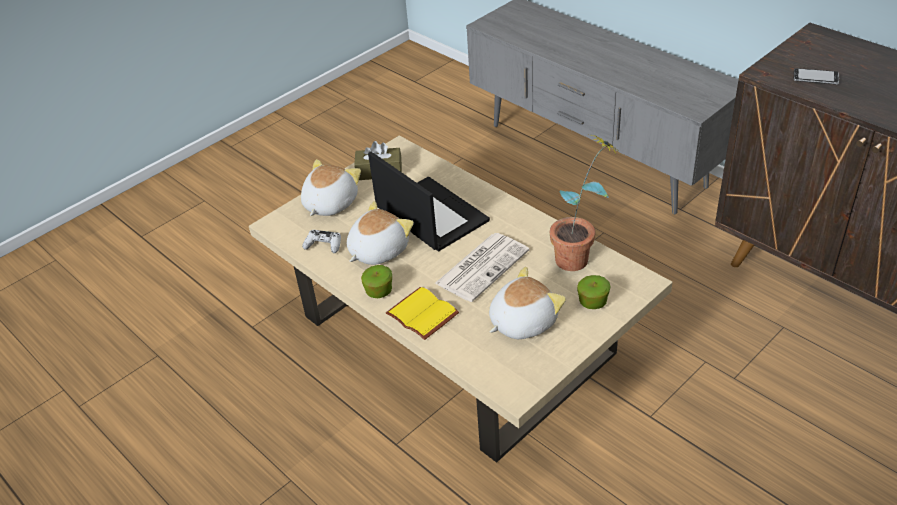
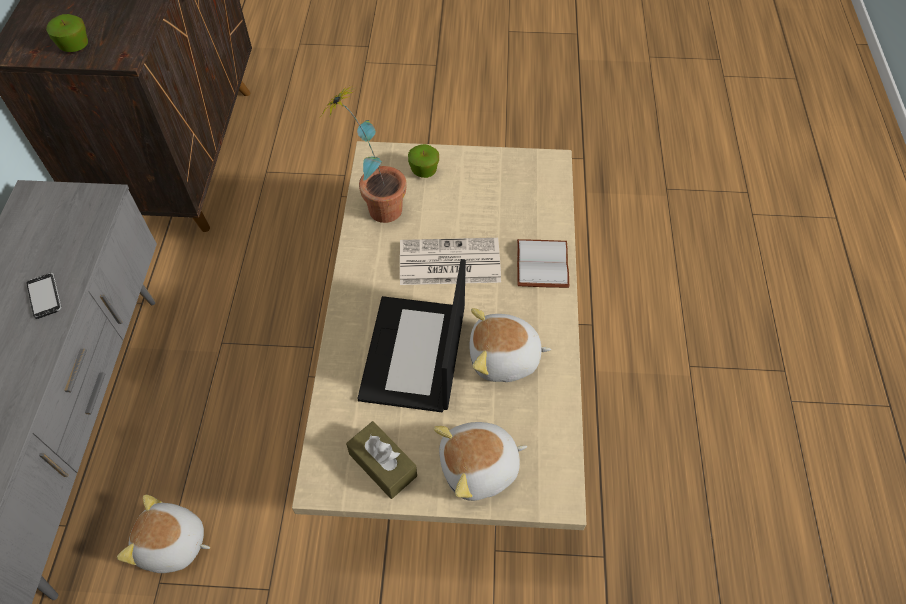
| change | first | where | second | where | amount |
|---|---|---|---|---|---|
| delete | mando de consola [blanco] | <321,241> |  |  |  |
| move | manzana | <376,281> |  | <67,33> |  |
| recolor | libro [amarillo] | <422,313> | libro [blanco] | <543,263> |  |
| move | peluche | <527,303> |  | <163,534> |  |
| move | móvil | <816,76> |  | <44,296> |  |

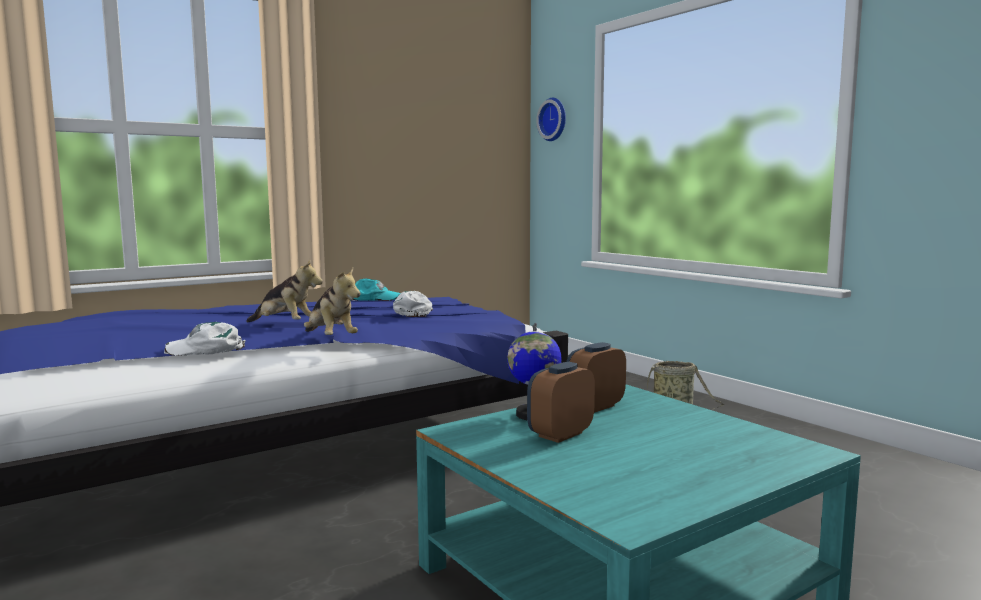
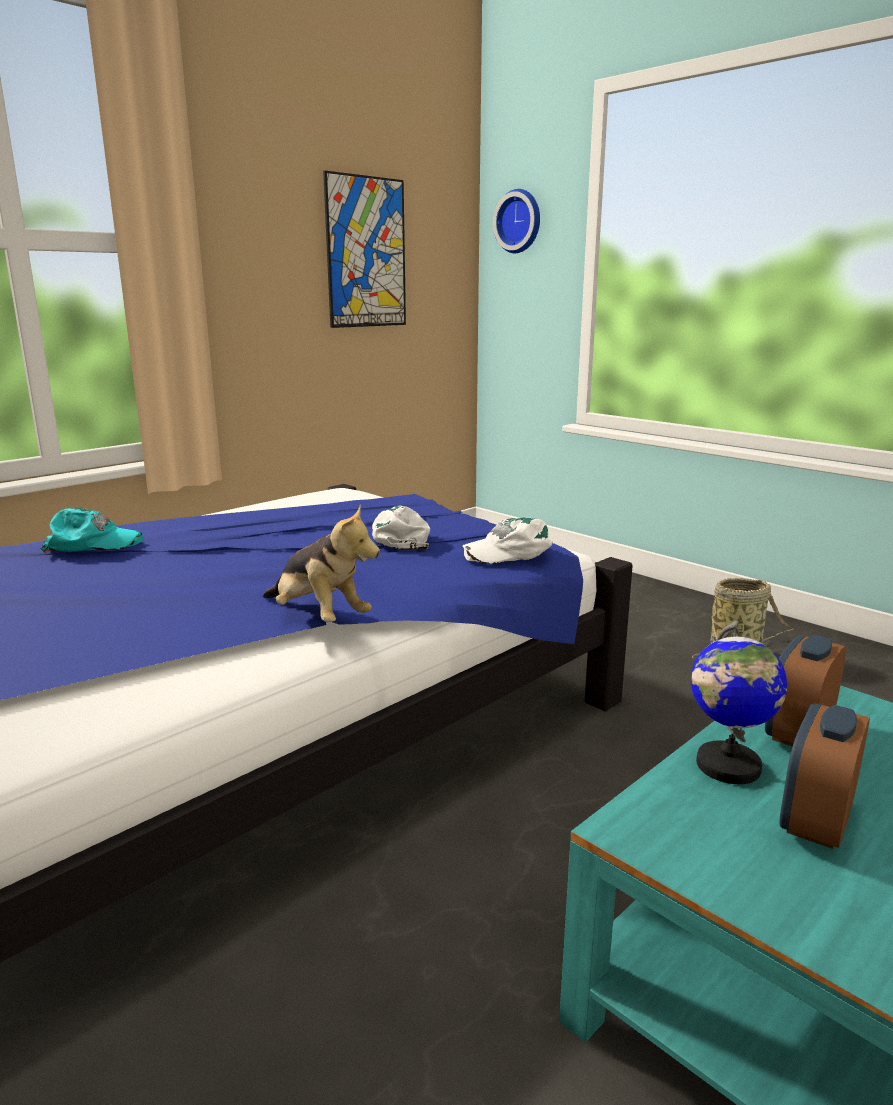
| change | first | where | second | where | amount |
|---|---|---|---|---|---|
| move | gorra [blanco] | <205,339> |  | <507,541> |  |
| delete | peluche | <284,290> |  |  |  |
| move | gorra [turquesa] | <375,289> |  | <92,530> |  |
| insert |  |  | cuadro | <364,249> |  |

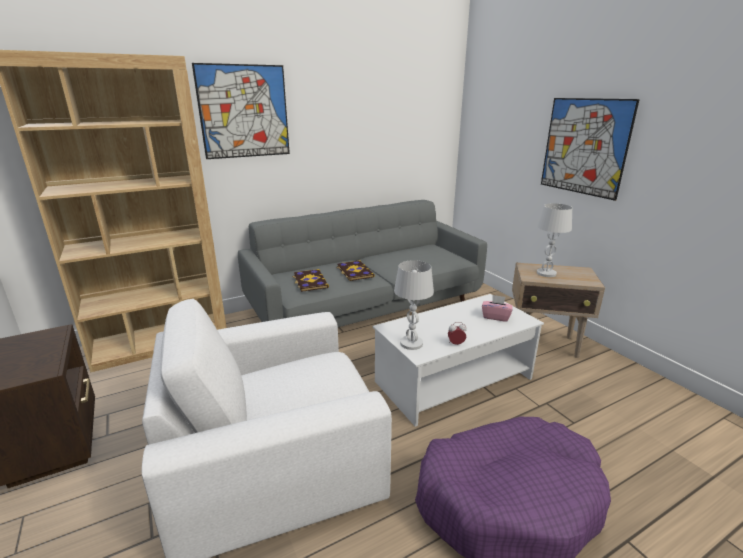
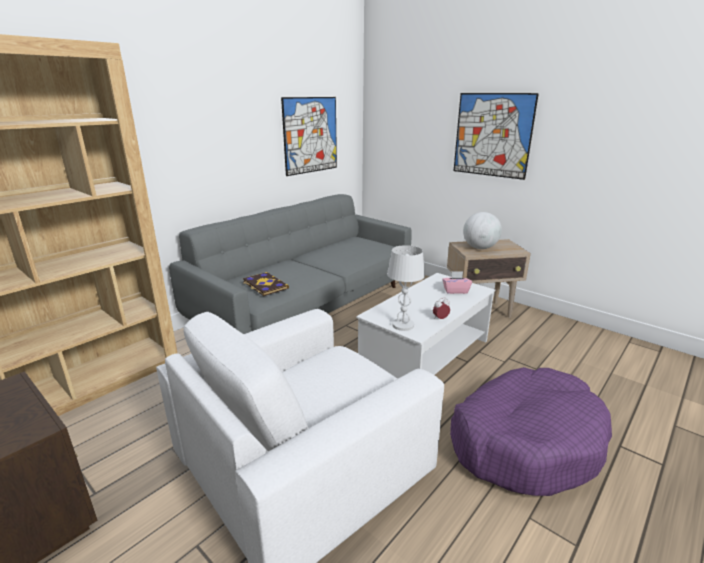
| change | first | where | second | where | amount |
|---|---|---|---|---|---|
| move | cuadro | <241,111> |  | <309,136> |  |
| delete | libro | <355,270> |  |  |  |
| replace | lámpara de mesa [blanco] | <554,240> | globo terráqueo | <482,230> |  |

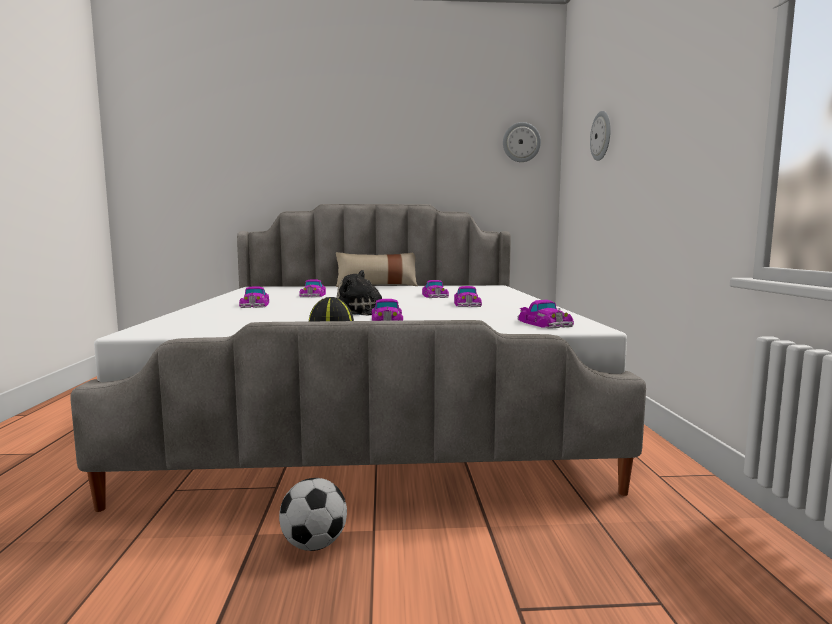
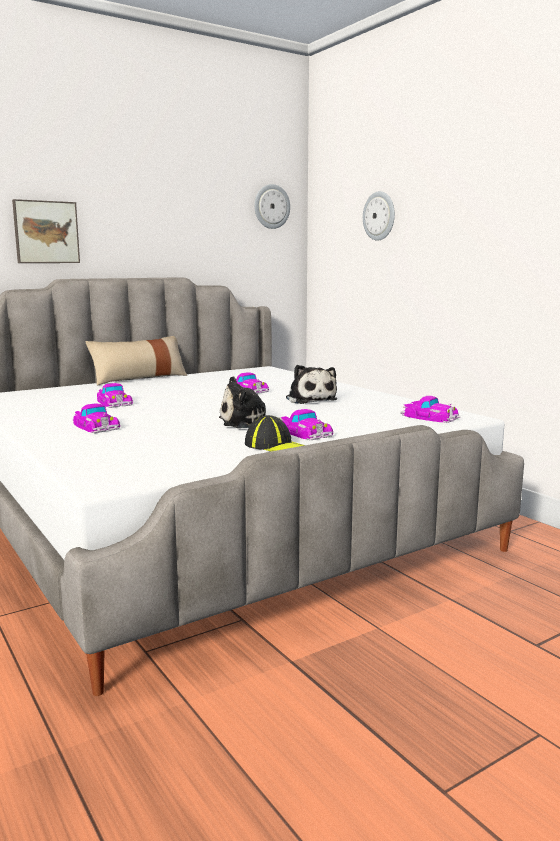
| change | first | where | second | where | amount |
|---|---|---|---|---|---|
| delete | balón de fútbol | <313,514> |  |  |  |
| replace | coche de juguete | <468,296> | peluche | <311,384> |  |
| insert |  |  | cuadro | <46,231> |  |

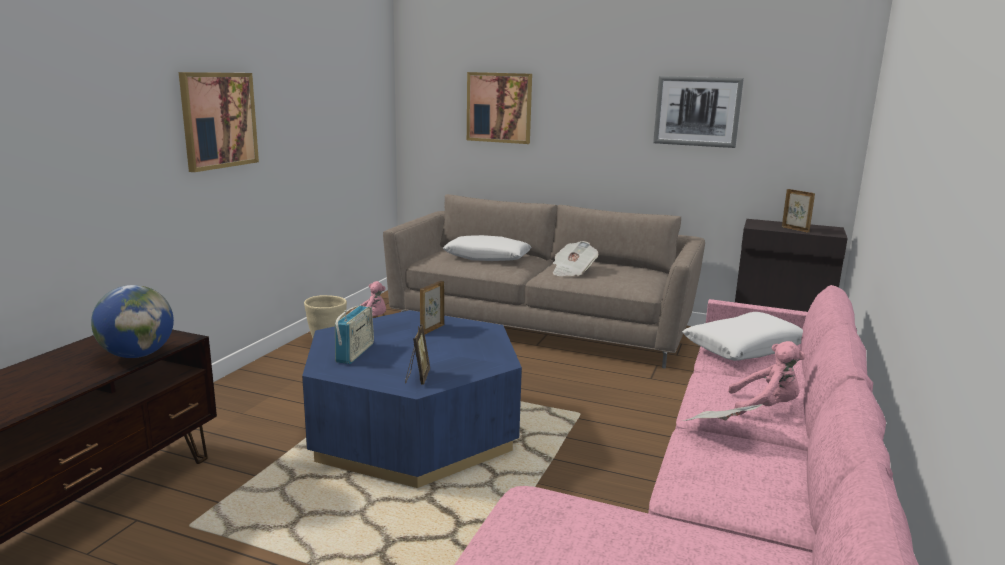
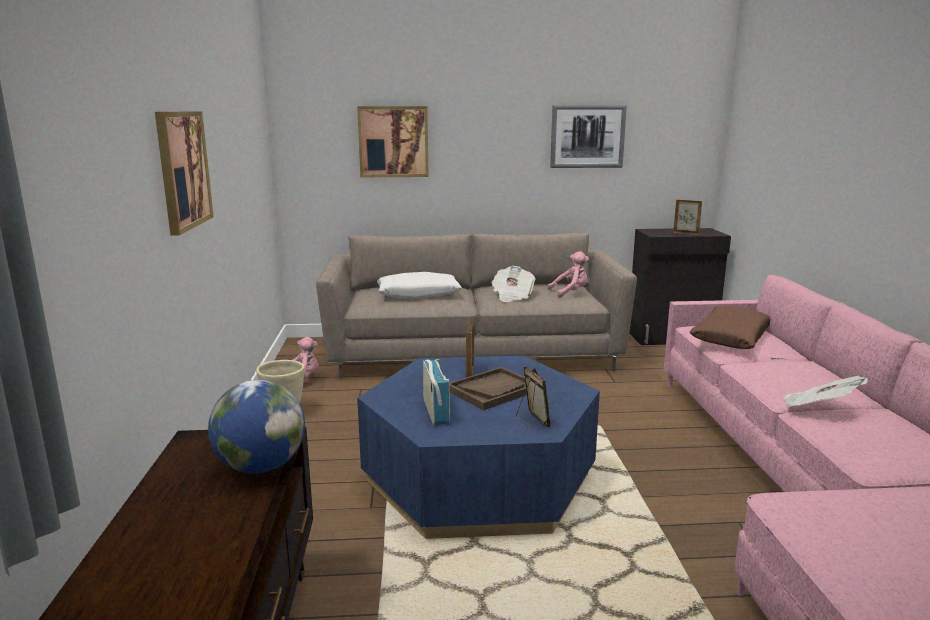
| change | first | where | second | where | amount |
|---|---|---|---|---|---|
| recolor | cojín [blanco] | <742,336> | cojín [marrón] | <730,327> |  |
| move | peluche [rosa] | <766,378> |  | <568,274> |  |
| insert |  |  | bandeja [marrón] | <488,388> |  |

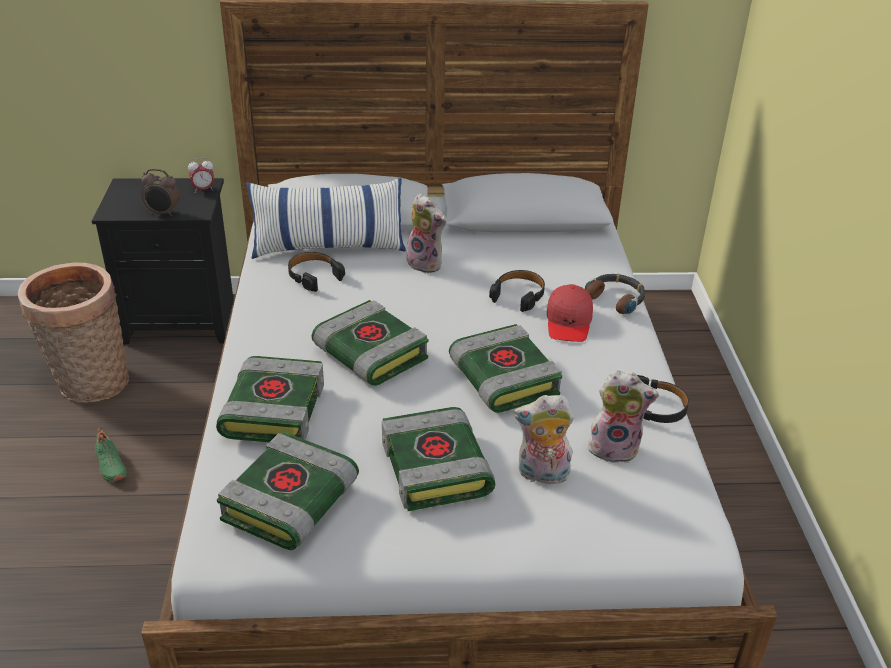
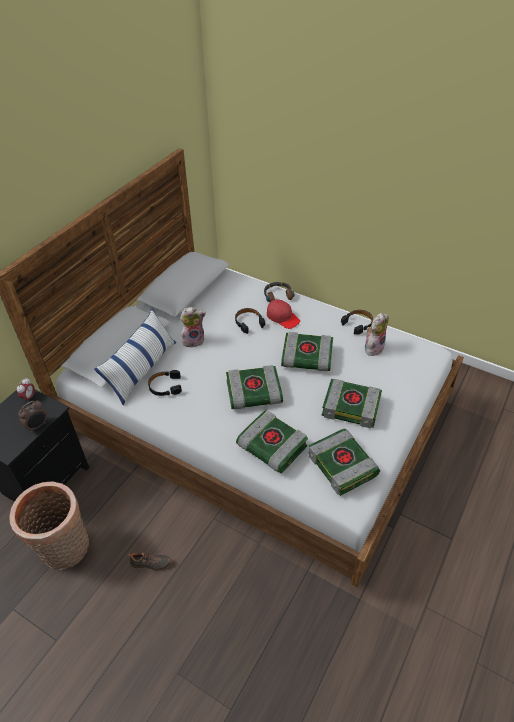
| change | first | where | second | where | amount |
|---|---|---|---|---|---|
| recolor | zapato [verde] | <111,455> | zapato [negro] | <149,562> |  |
| delete | peluche | <544,441> |  |  |  |

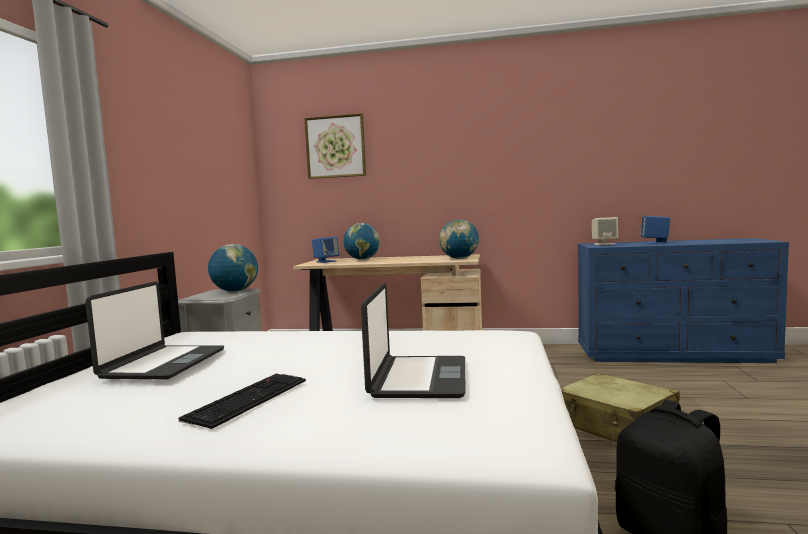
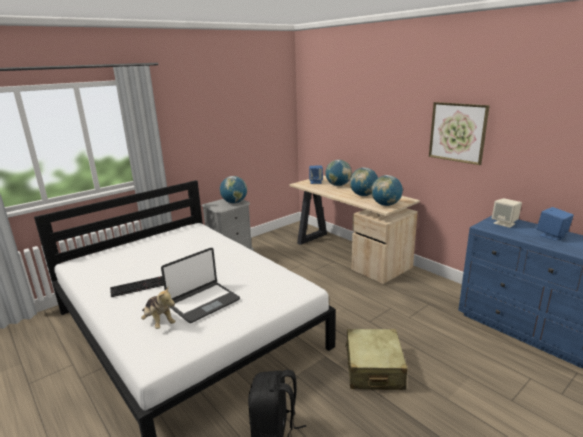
| change | first | where | second | where | amount |
|---|---|---|---|---|---|
| delete | portátil | <154,330> |  |  |  |
| move | cuadro | <335,146> |  | <459,133> |  |
| insert |  |  | peluche | <158,307> |  |
| insert |  |  | globo terráqueo | <364,181> |  |

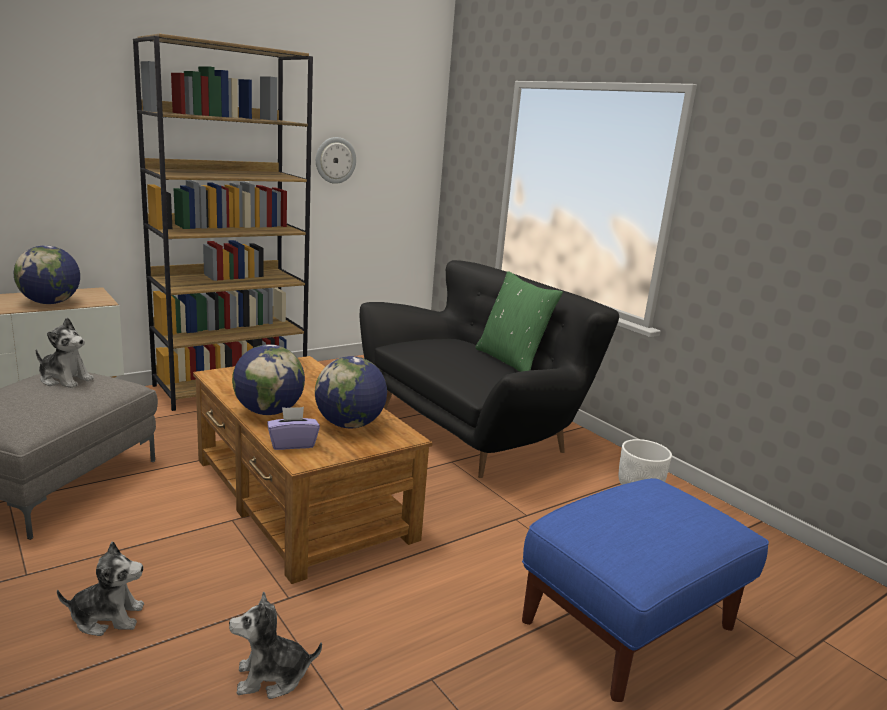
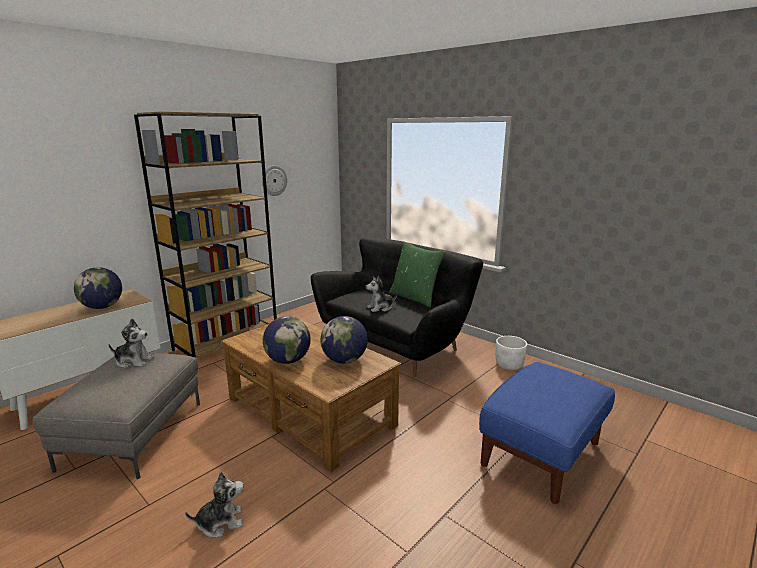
| change | first | where | second | where | amount |
|---|---|---|---|---|---|
| move | peluche | <275,645> |  | <381,294> |  |
| delete | caja de pañuelos [morado] | <293,428> |  |  |  |

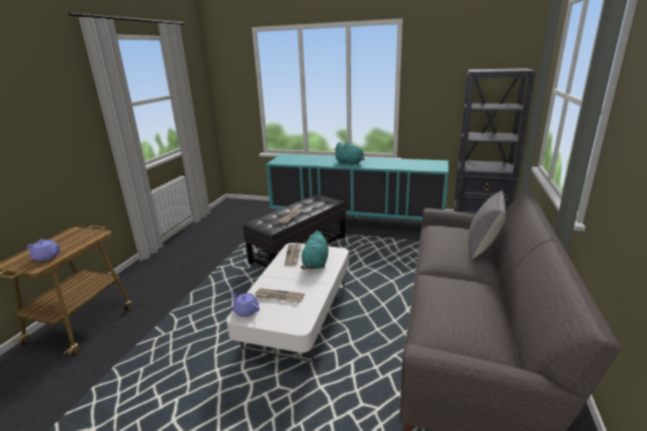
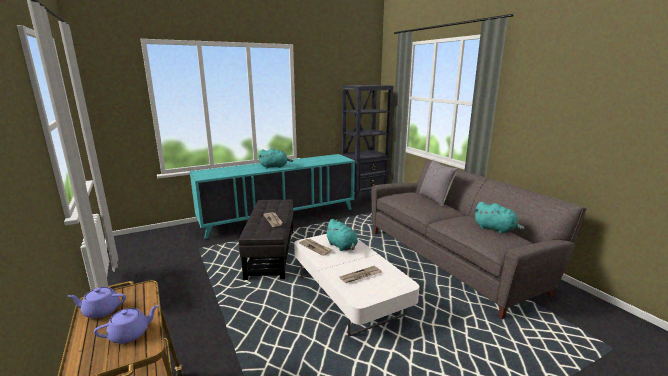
| change | first | where | second | where | amount |
|---|---|---|---|---|---|
| move | tetera [morado] | <244,304> |  | <97,302> |  |
| insert |  |  | peluche [turquesa] | <499,218> |  |

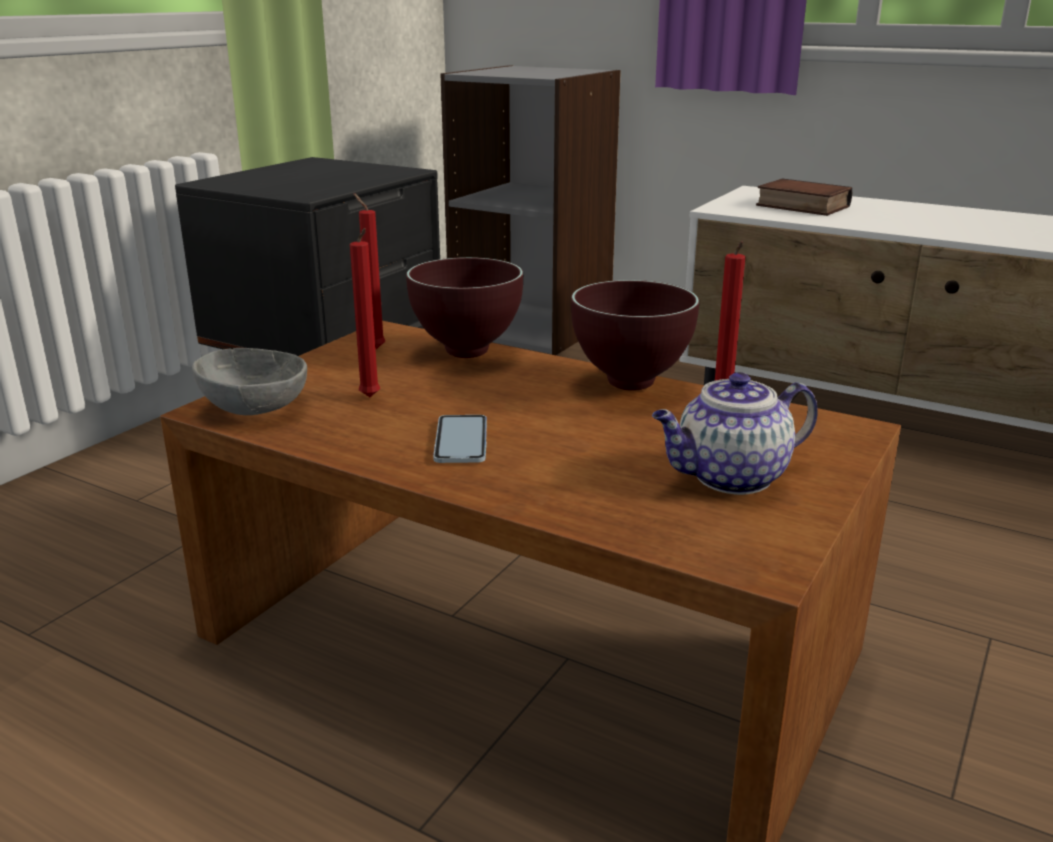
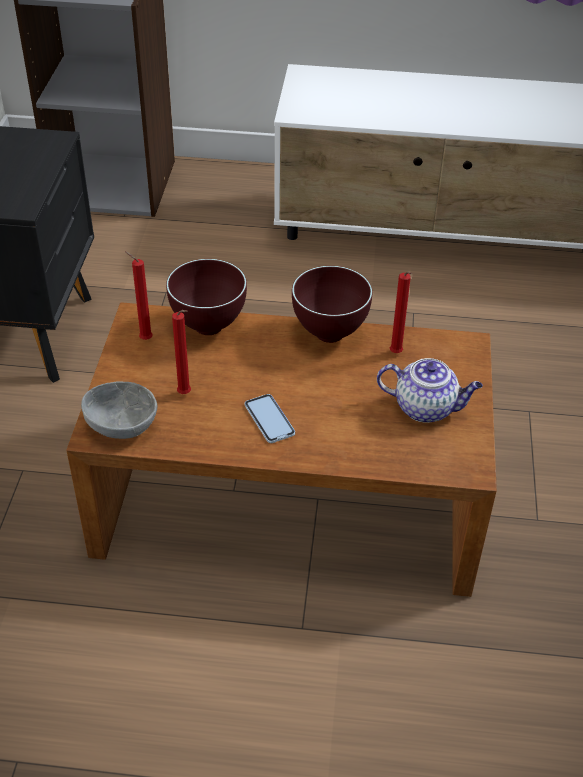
| change | first | where | second | where | amount |
|---|---|---|---|---|---|
| rotate | tetera | <735,433> |  | <430,390> | 120 degrees counterclockwise |
| delete | libro | <804,197> |  |  |  |

